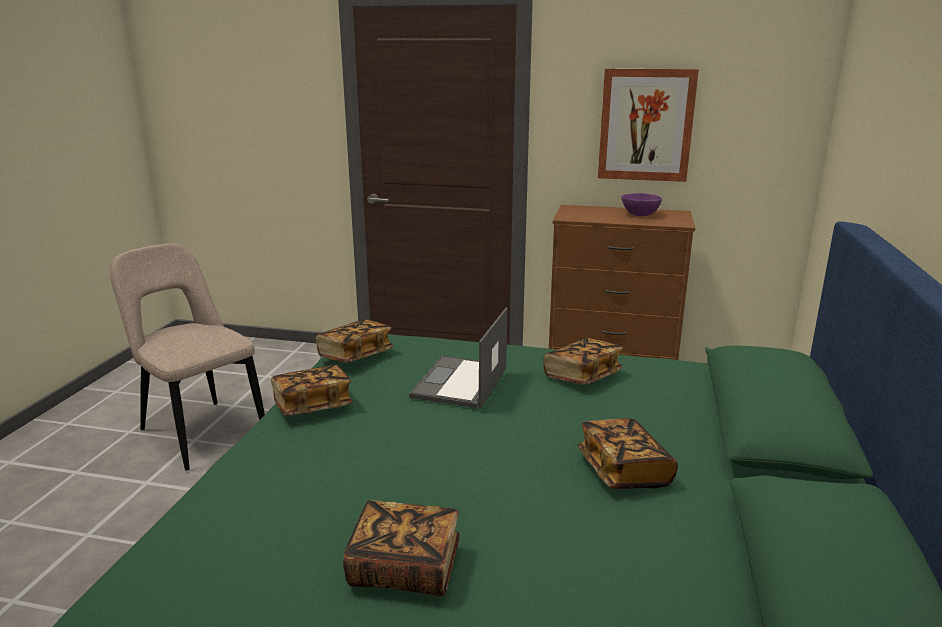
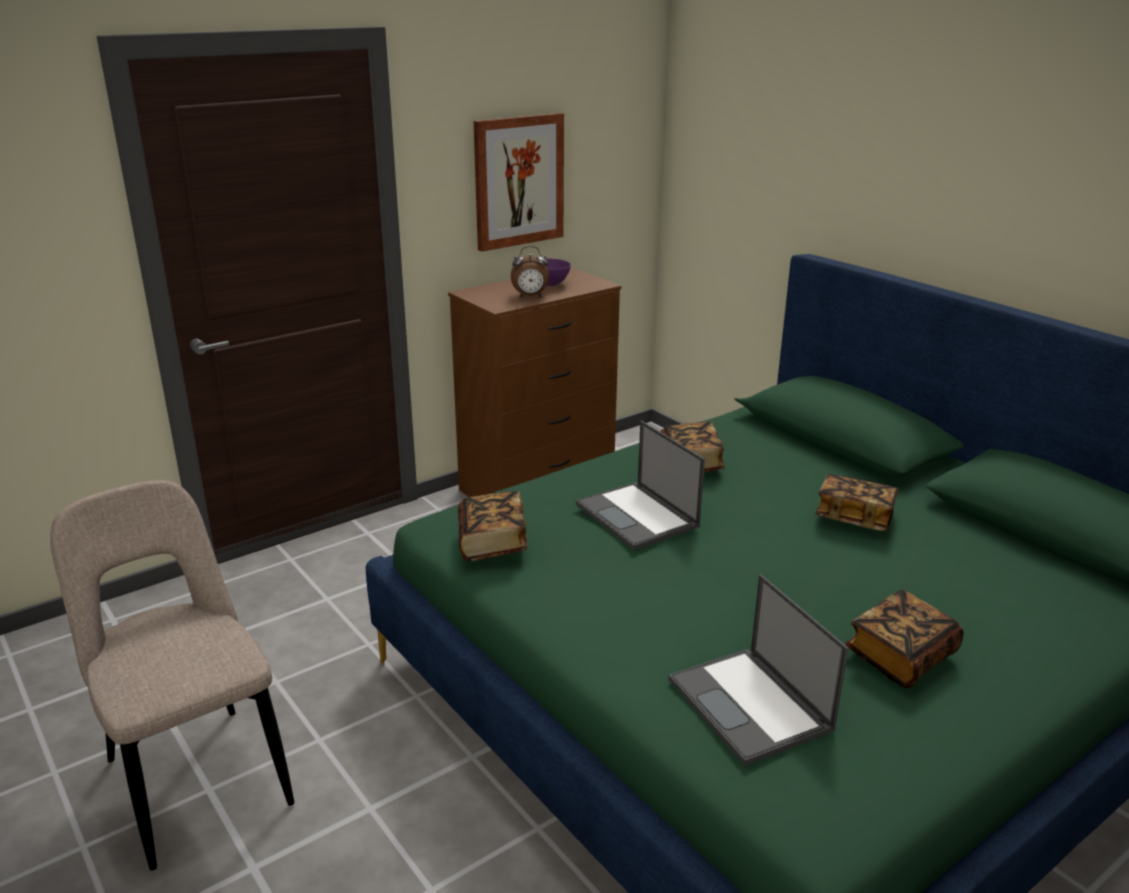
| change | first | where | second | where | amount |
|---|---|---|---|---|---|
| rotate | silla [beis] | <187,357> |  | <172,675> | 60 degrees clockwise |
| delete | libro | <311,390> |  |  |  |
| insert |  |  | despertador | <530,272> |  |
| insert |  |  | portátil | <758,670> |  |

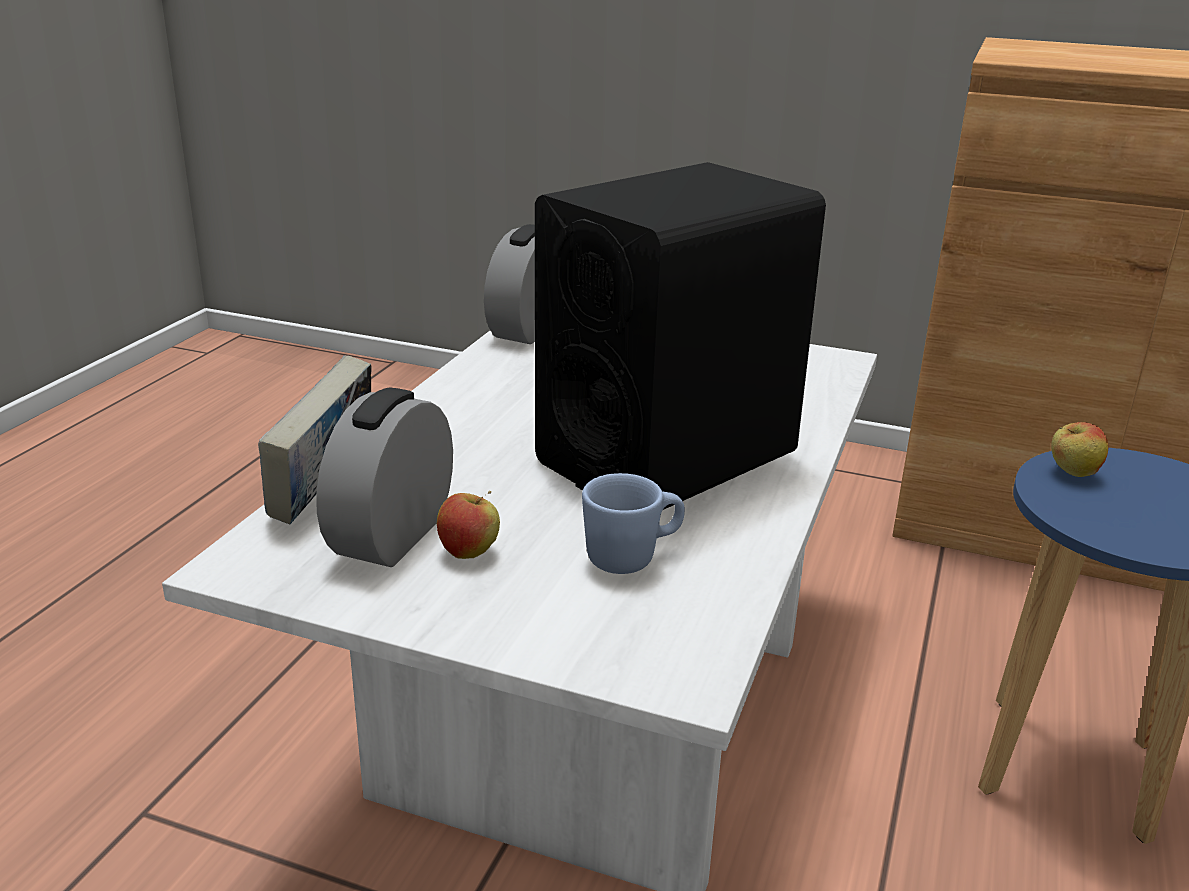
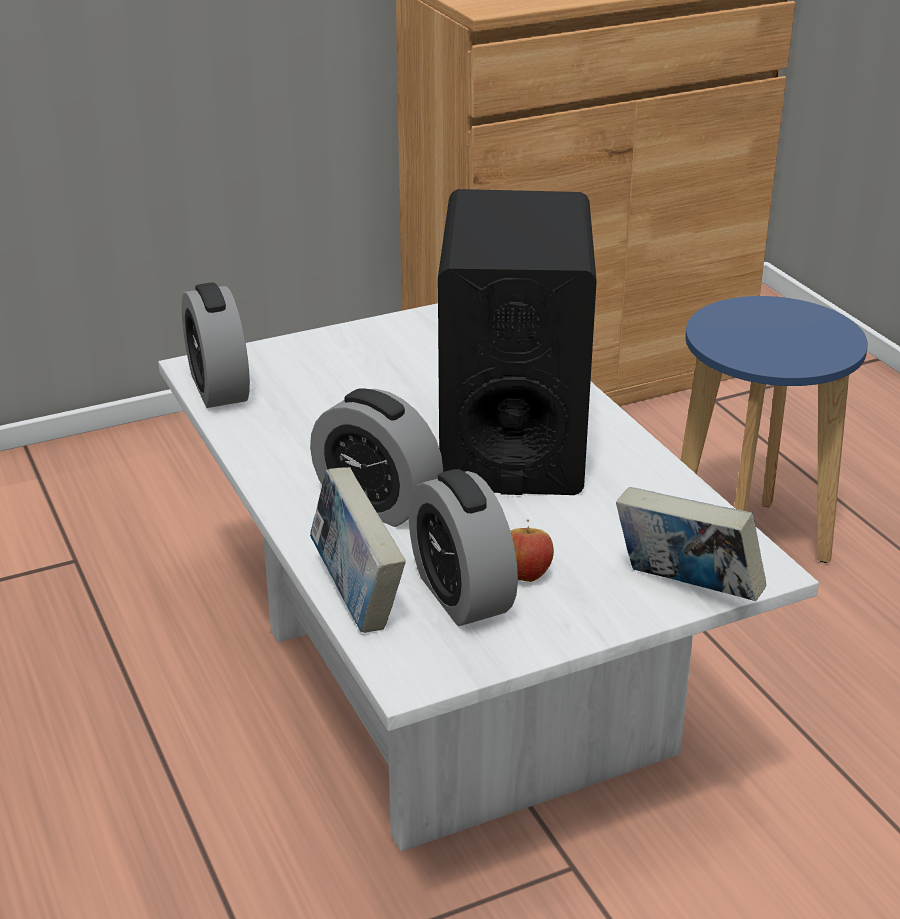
| change | first | where | second | where | amount |
|---|---|---|---|---|---|
| delete | taza grande [azul] | <633,523> |  |  |  |
| delete | manzana | <1079,449> |  |  |  |
| insert |  |  | despertador | <376,457> |  |
| insert |  |  | libro | <691,544> |  |

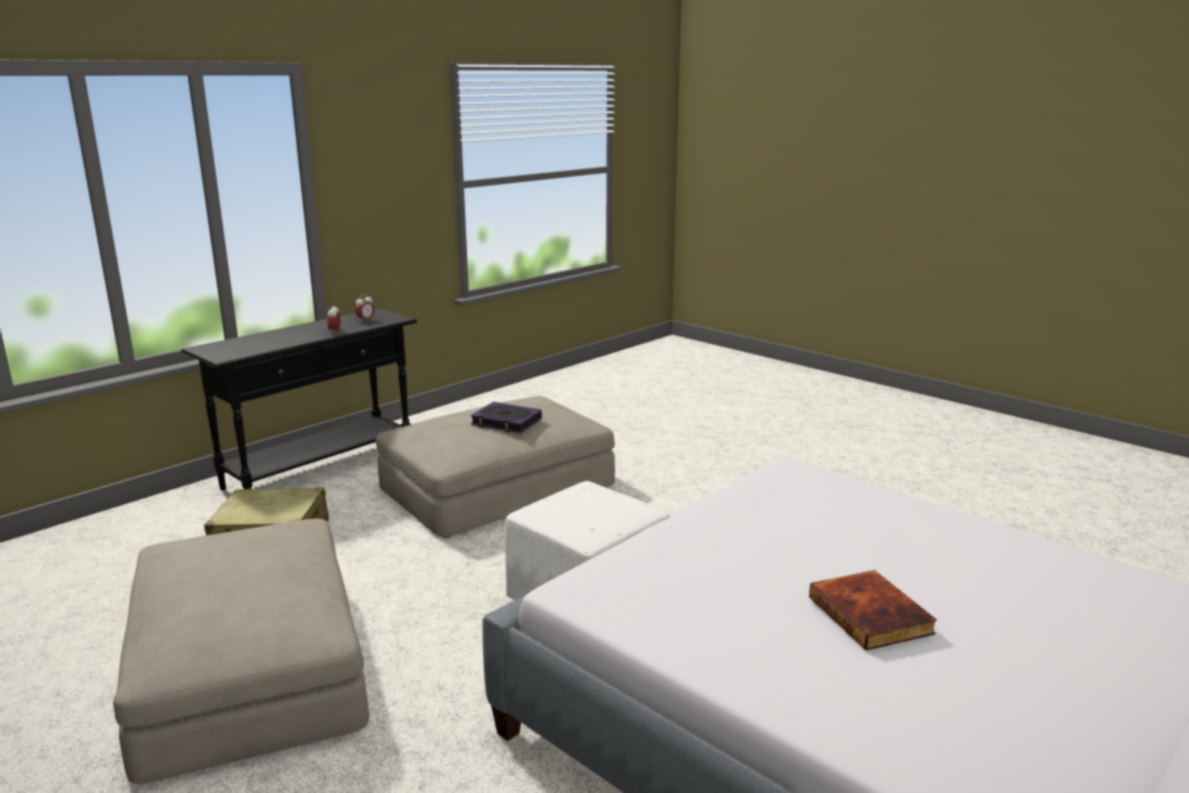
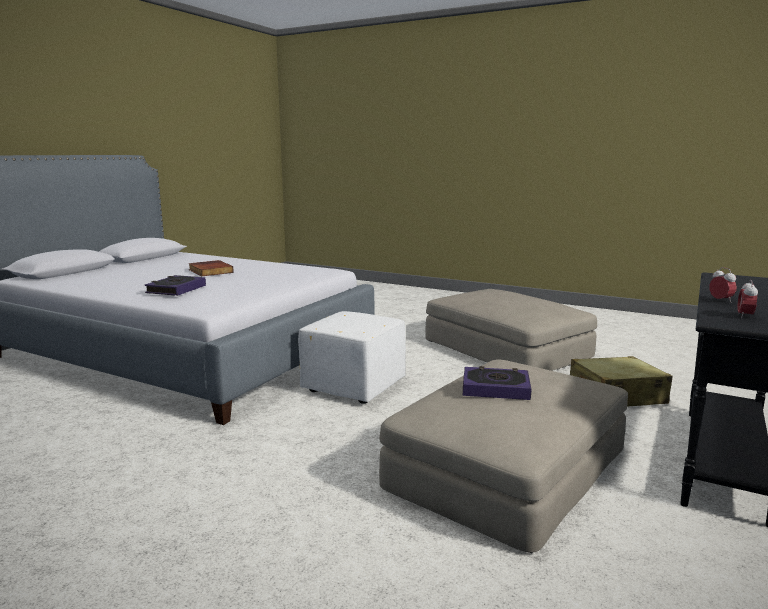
| change | first | where | second | where | amount |
|---|---|---|---|---|---|
| insert |  |  | libro | <175,285> |  |

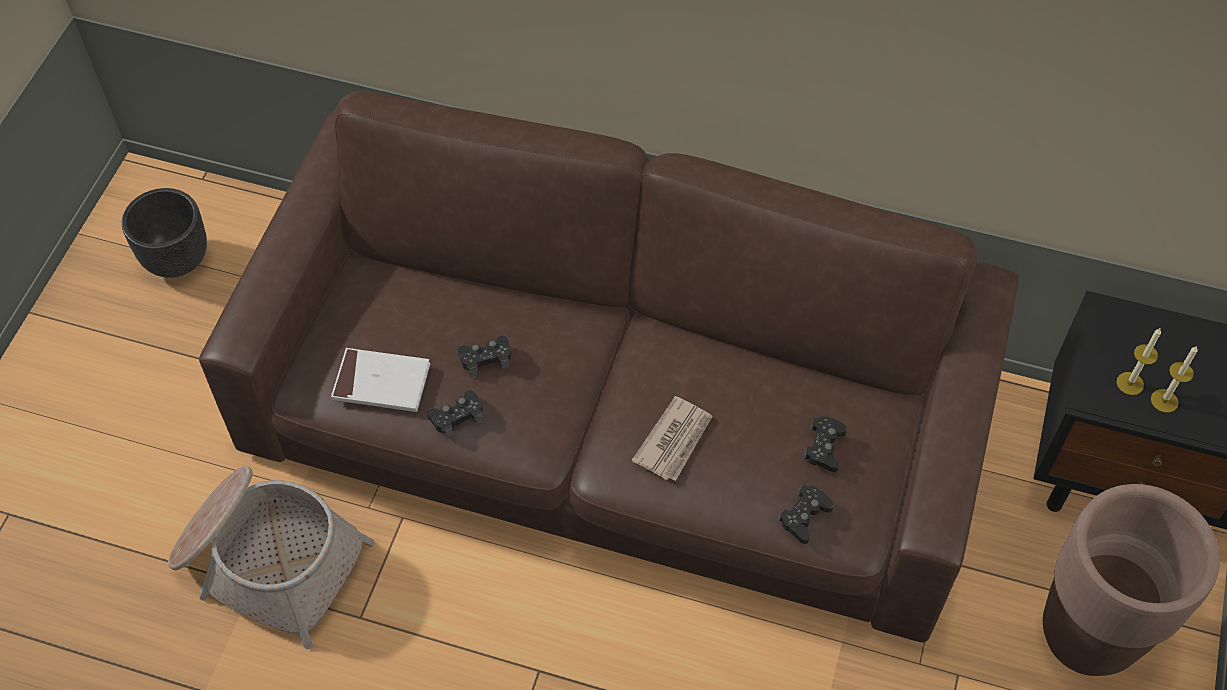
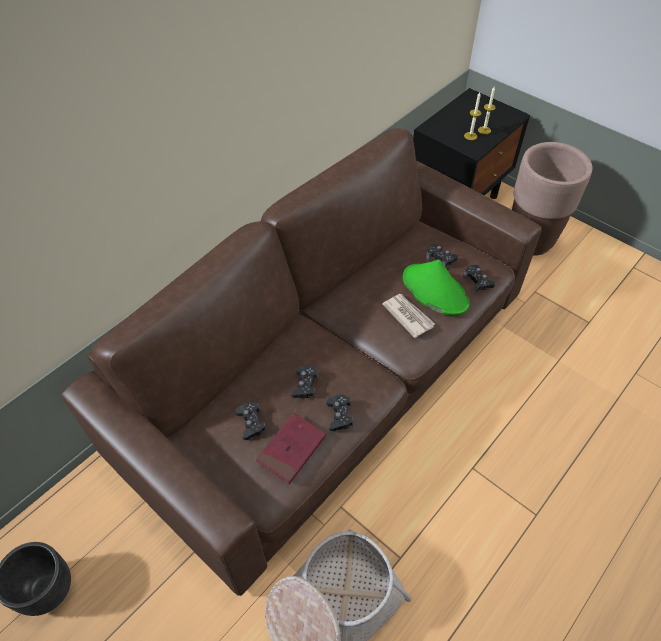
| change | first | where | second | where | amount |
|---|---|---|---|---|---|
| recolor | libro [blanco] | <380,380> | libro [rojo] | <291,448> |  |
| insert |  |  | mando de consola [negro] | <251,421> |  |
| insert |  |  | sombrero [verde] | <436,287> |  |

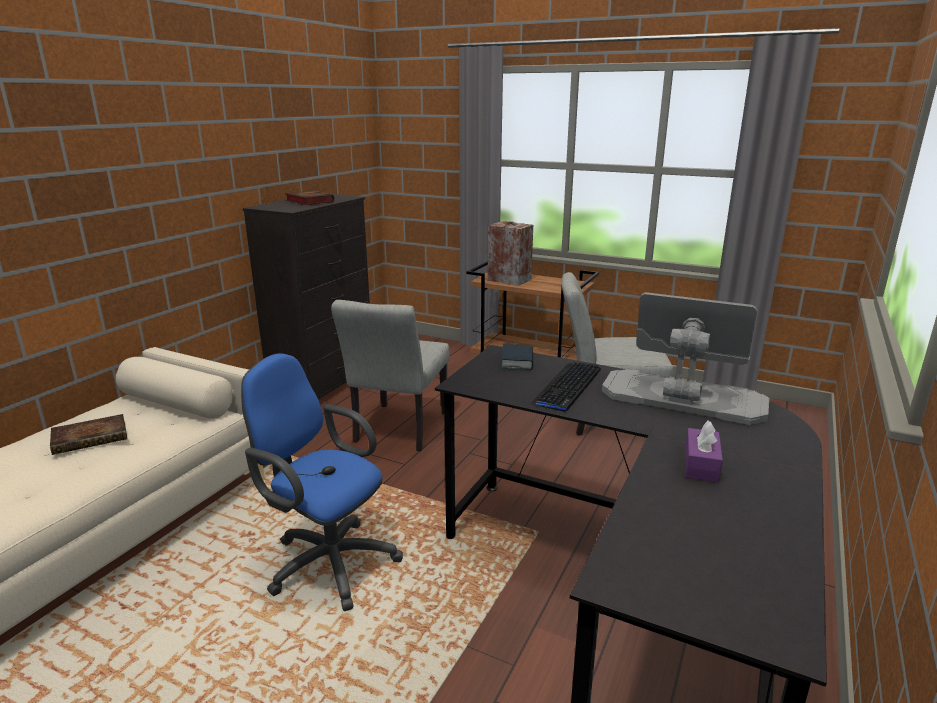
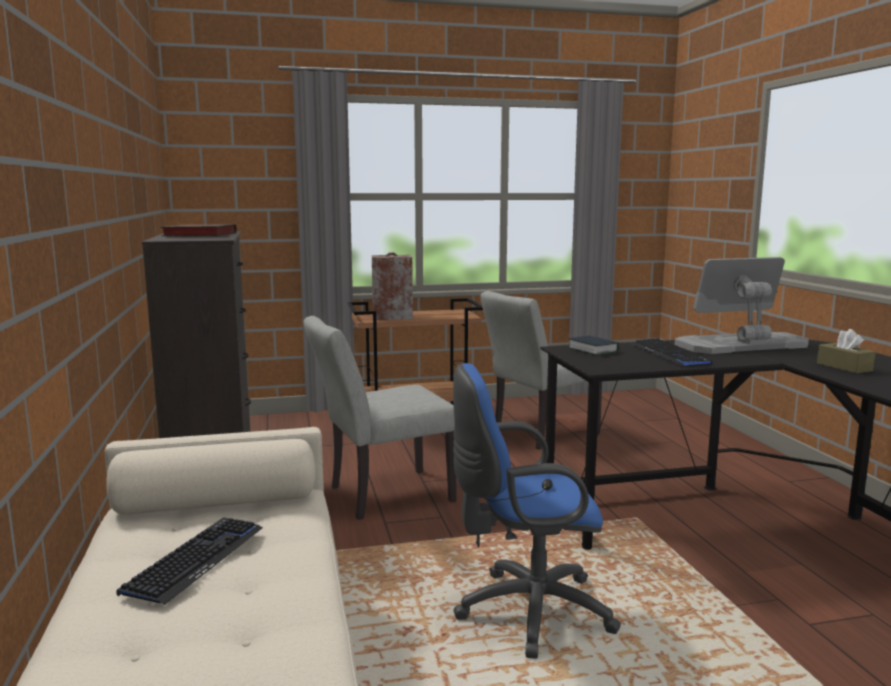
| change | first | where | second | where | amount |
|---|---|---|---|---|---|
| replace | libro | <88,434> | teclado | <189,561> |  |
| rotate | silla [gris] | <390,375> |  | <380,418> | 90 degrees clockwise |
| recolor | caja de pañuelos [morado] | <704,451> | caja de pañuelos [marrón] | <846,351> |  |

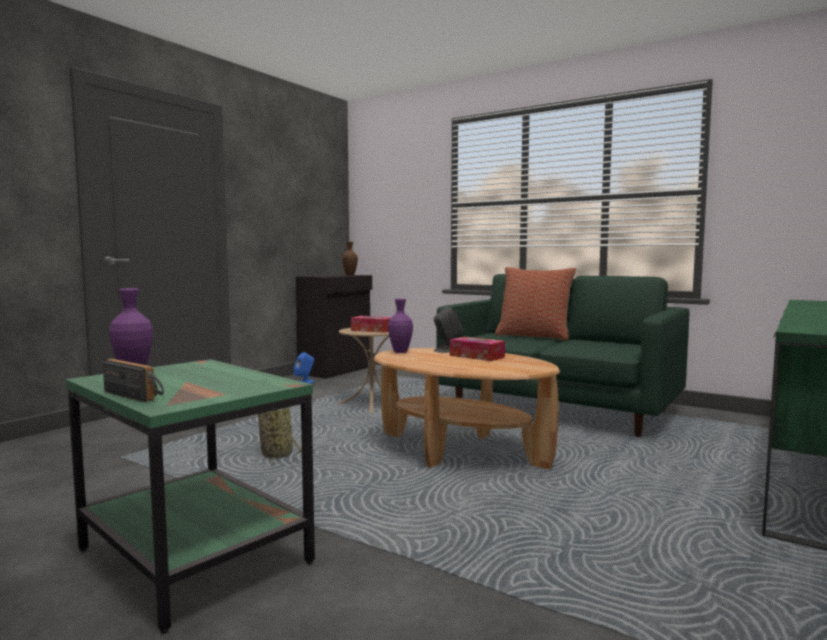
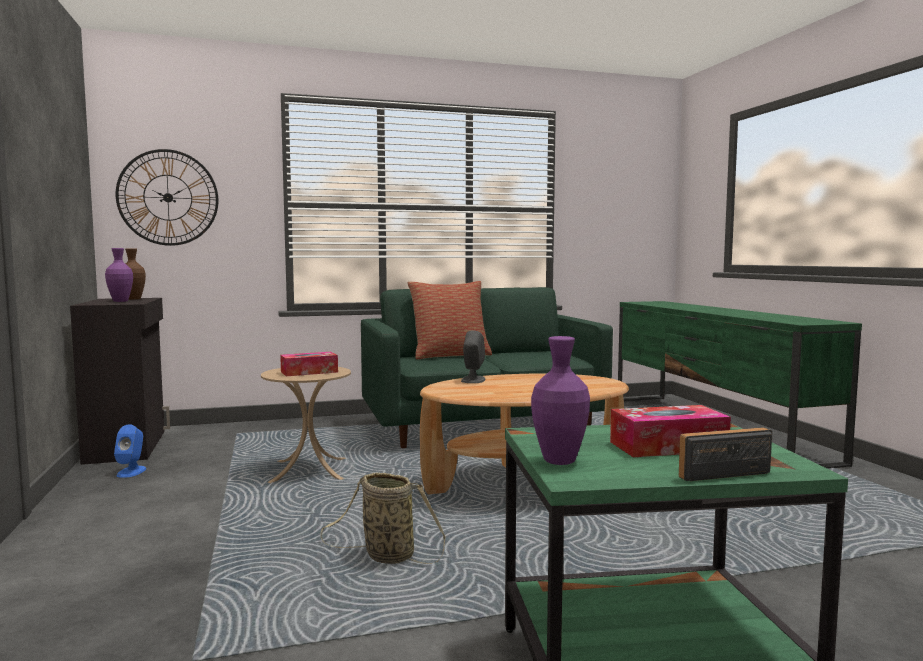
| change | first | where | second | where | amount |
|---|---|---|---|---|---|
| move | florero [morado] | <400,325> |  | <119,275> |  |
| move | caja de pañuelos | <477,349> |  | <670,431> |  |
| insert |  |  | reloj de pared | <167,197> |  |

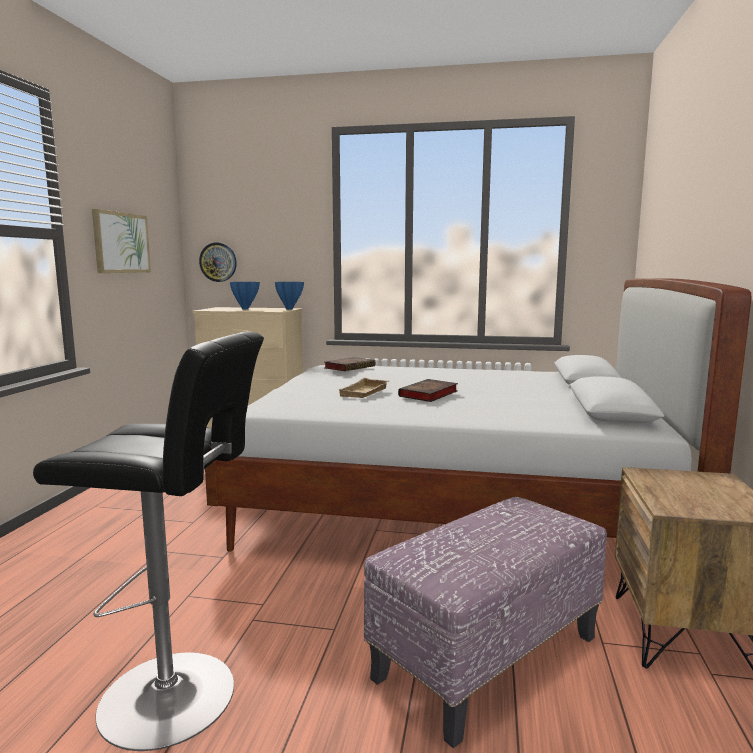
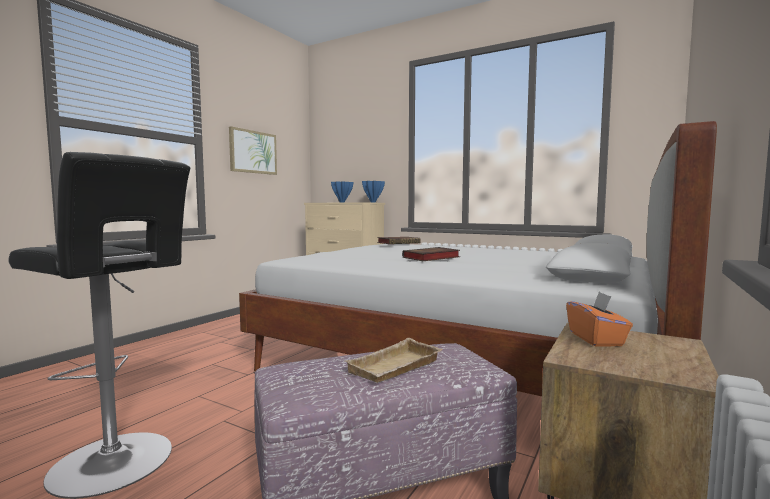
| change | first | where | second | where | amount |
|---|---|---|---|---|---|
| delete | reloj de pared | <218,262> |  |  |  |
| move | bandeja [beis] | <363,388> |  | <394,360> |  |
| insert |  |  | caja de pañuelos [naranja] | <599,319> |  |

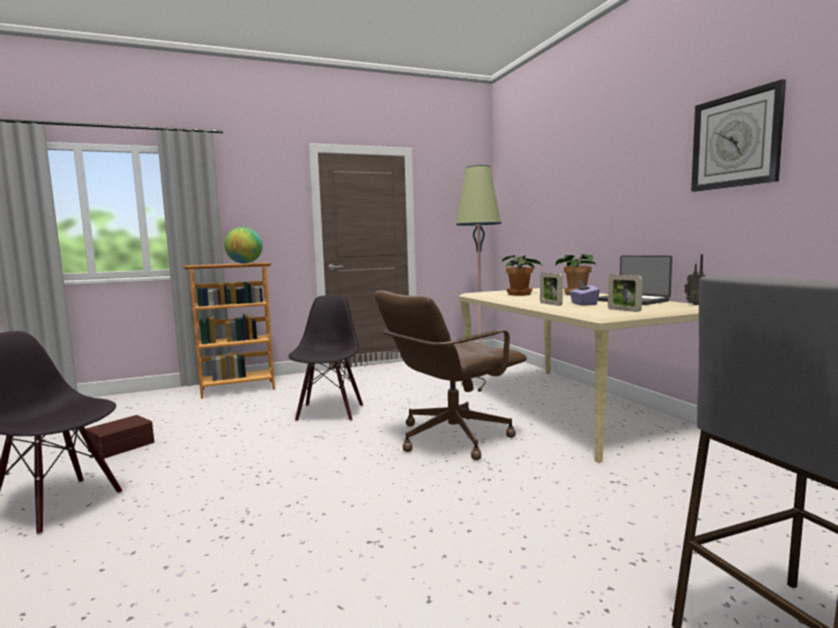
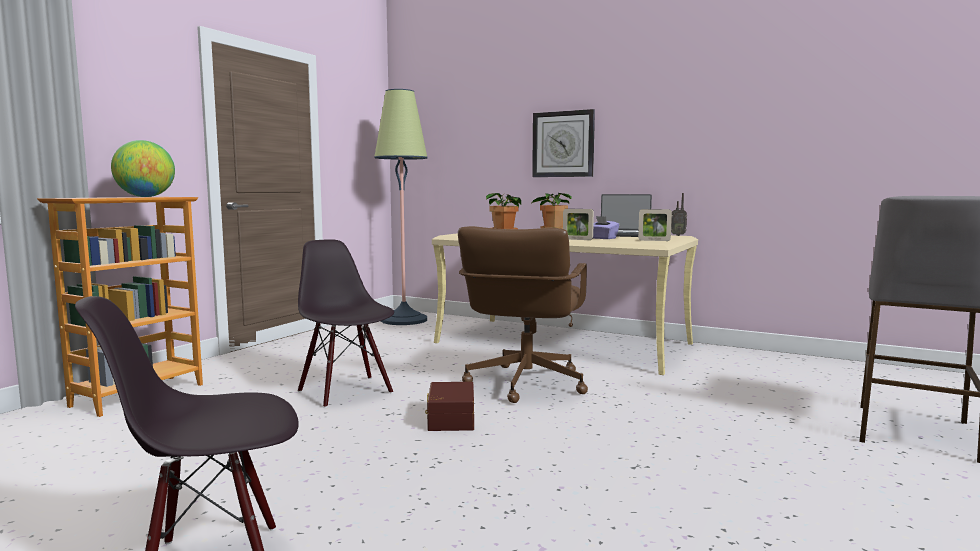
| change | first | where | second | where | amount |
|---|---|---|---|---|---|
| move | caja de almacenaje [marrón] | <120,437> |  | <449,406> |  |
| move | reloj de pared | <738,135> |  | <563,143> |  |

